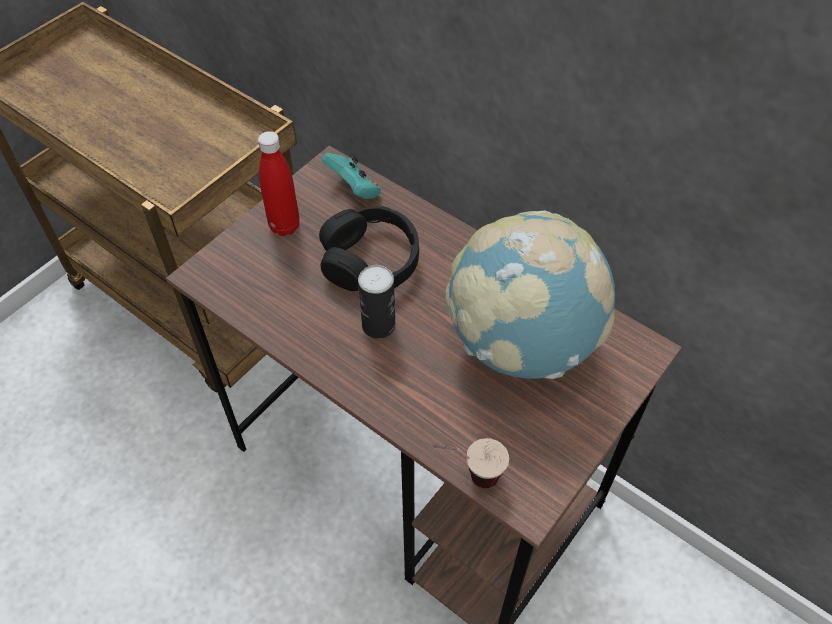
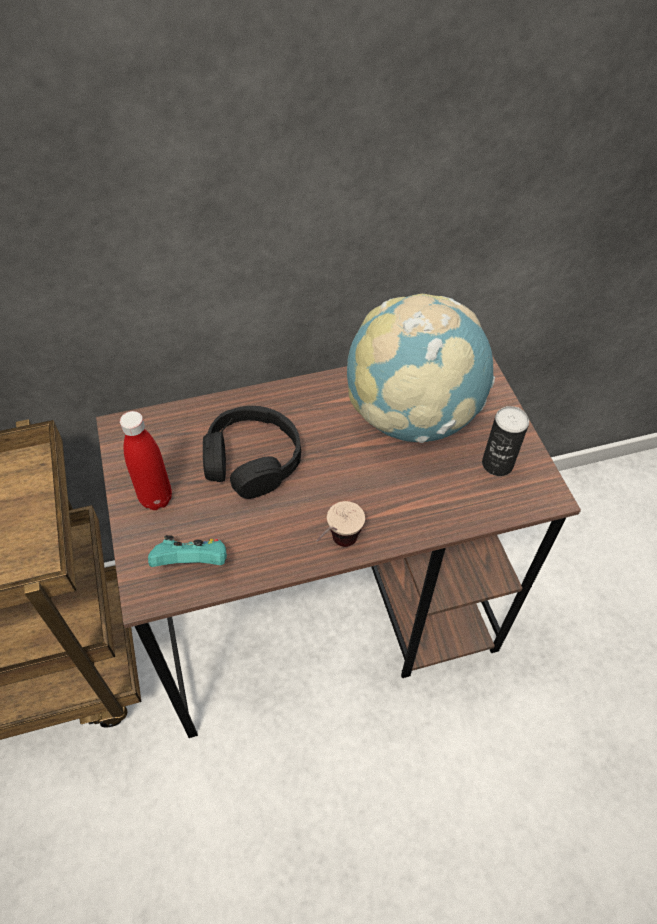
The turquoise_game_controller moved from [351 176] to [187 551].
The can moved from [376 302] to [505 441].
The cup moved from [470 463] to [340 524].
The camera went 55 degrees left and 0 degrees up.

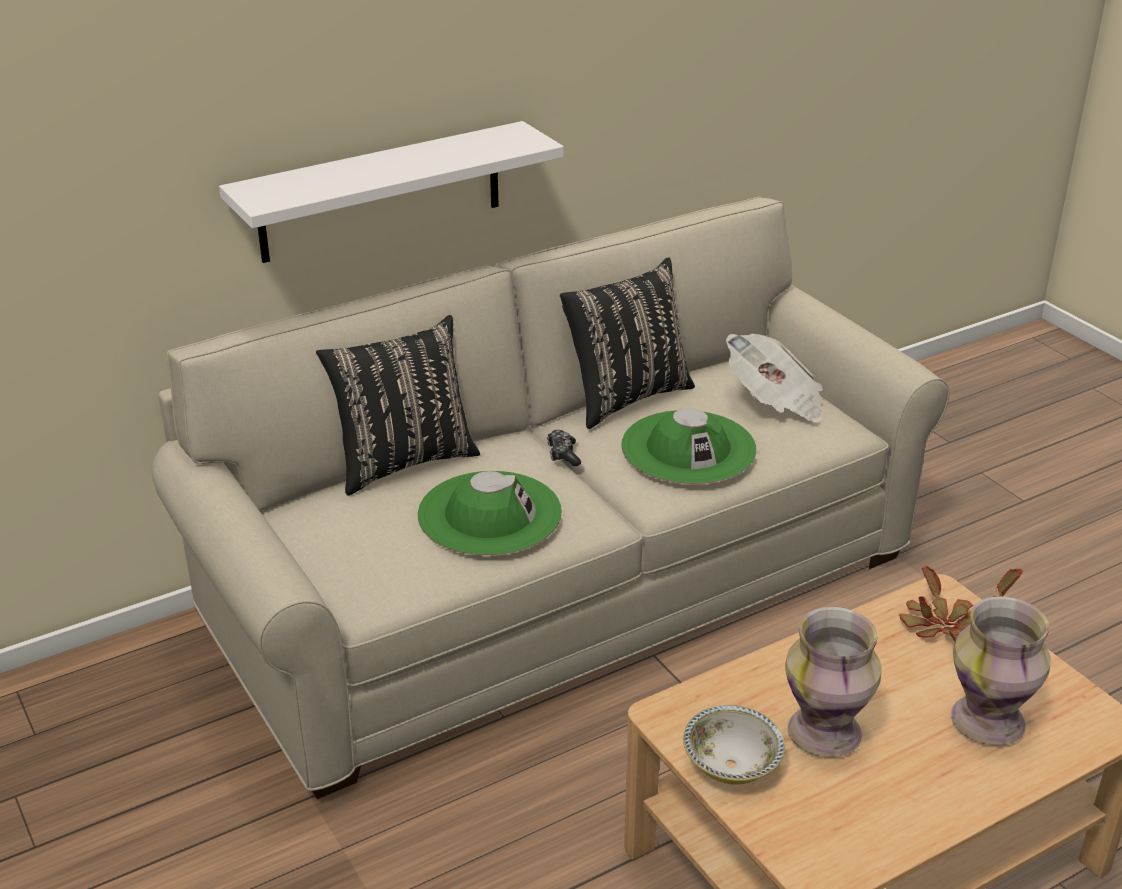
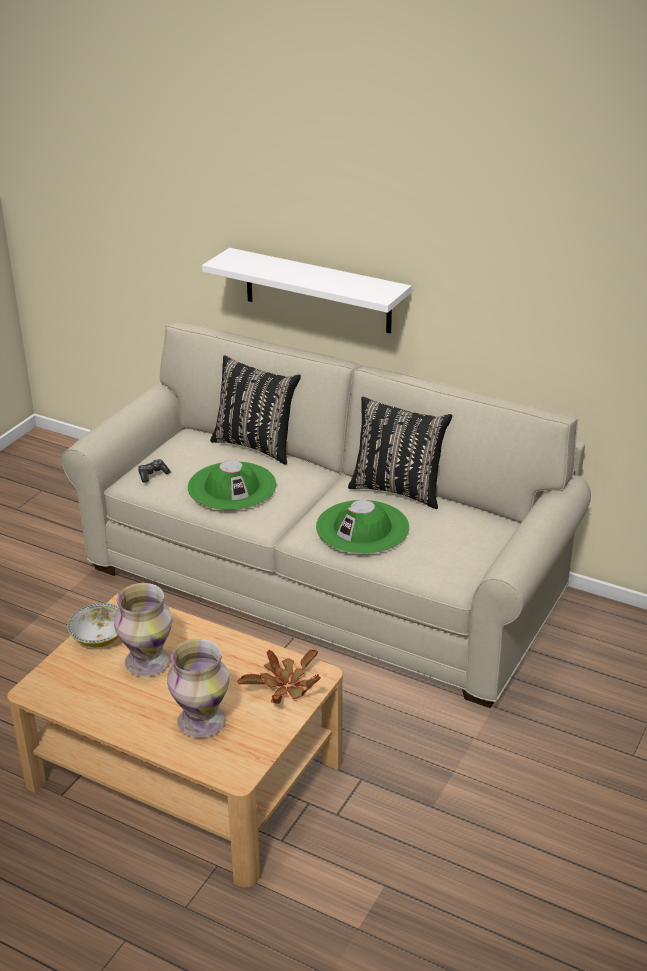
The newspaper at [774 378] disappeared.
The game_controller moved from [564 448] to [154 471].
The camera went 60 degrees right and 0 degrees up.

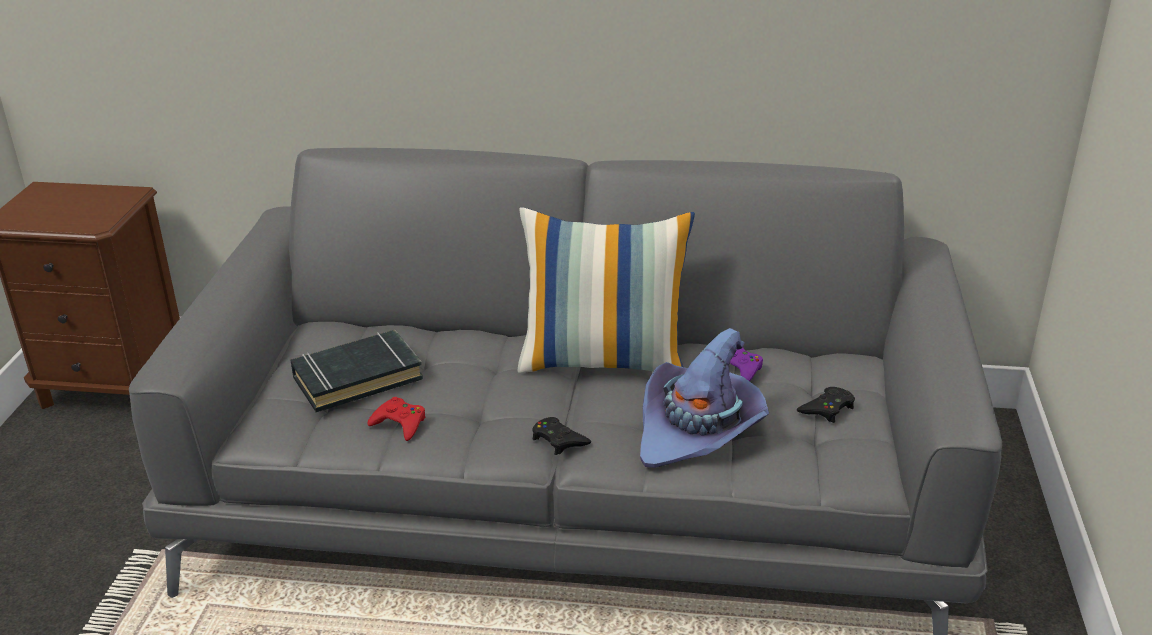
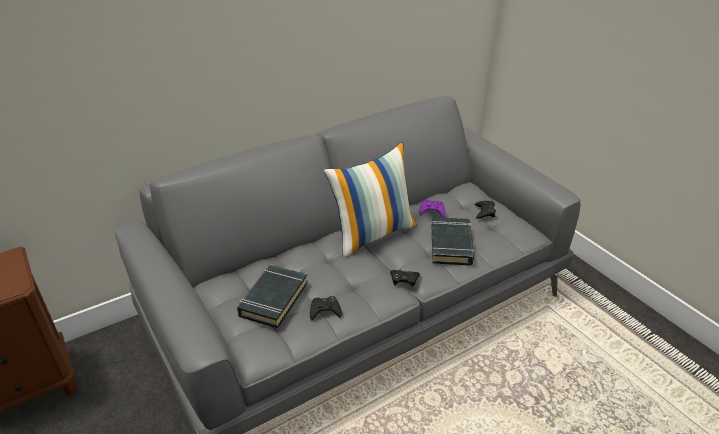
The purple_hat at [704 398] was replaced by the black_book at [453 241].
The red_game_controller at [396 419] became the black_game_controller at [326 308].
The camera went 40 degrees left and 5 degrees up.

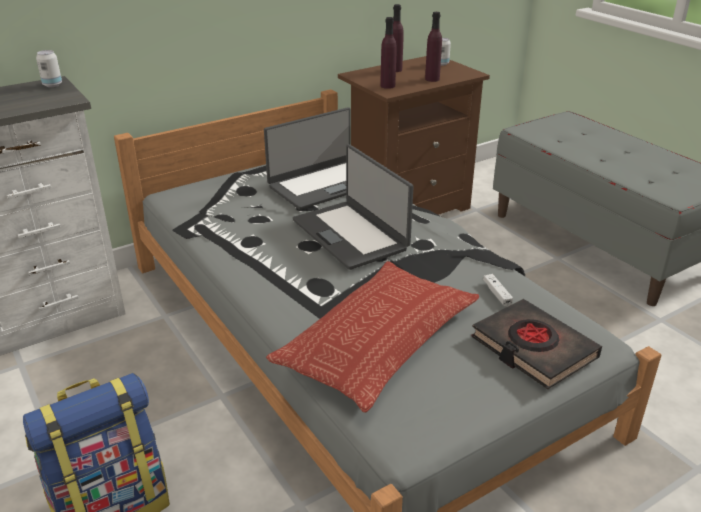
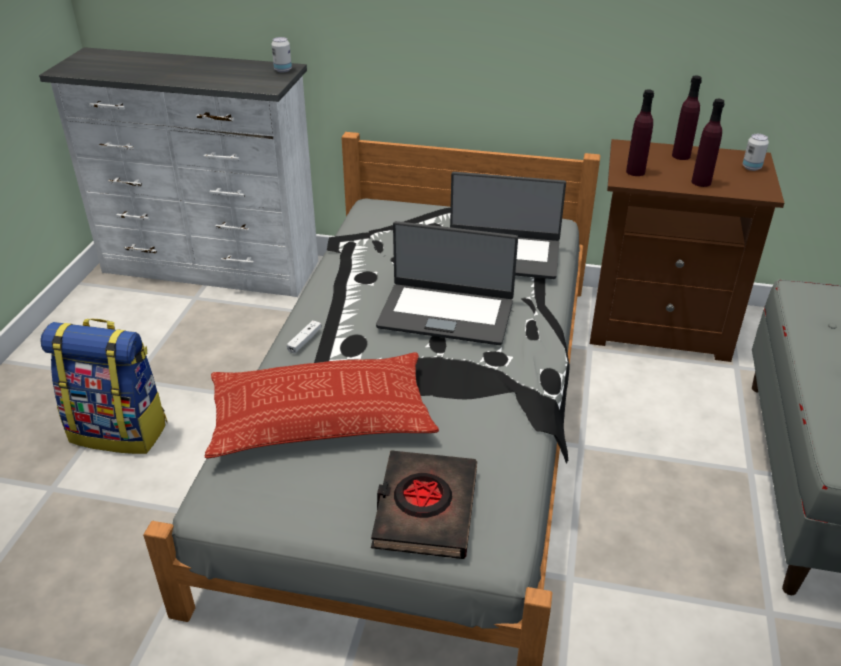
The laptop at [353 207] turned 90 degrees counterclockwise.
The white_game_controller moved from [498 290] to [304 337].
The camera went 45 degrees right and 5 degrees up.

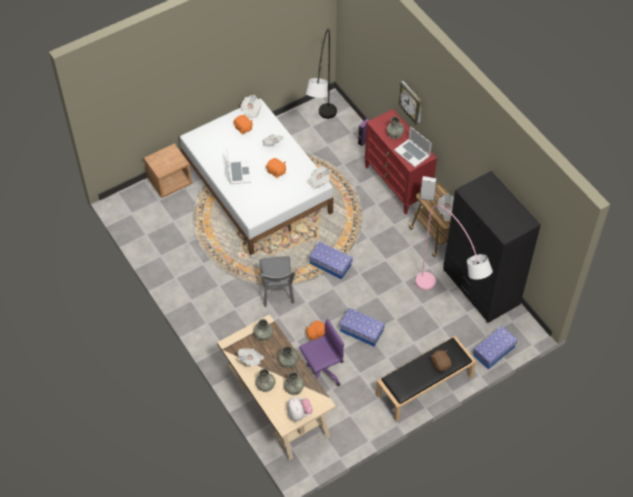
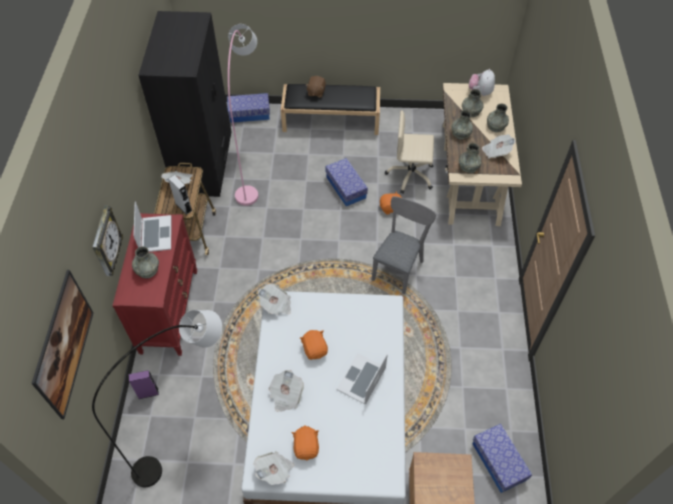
The storage_box moved from [331 260] to [502 458].
The purple_office_chair at [321 353] became the beige_office_chair at [409 152].
The picture at [62 344] appeared.
The camera went 145 degrees left and 0 degrees up.

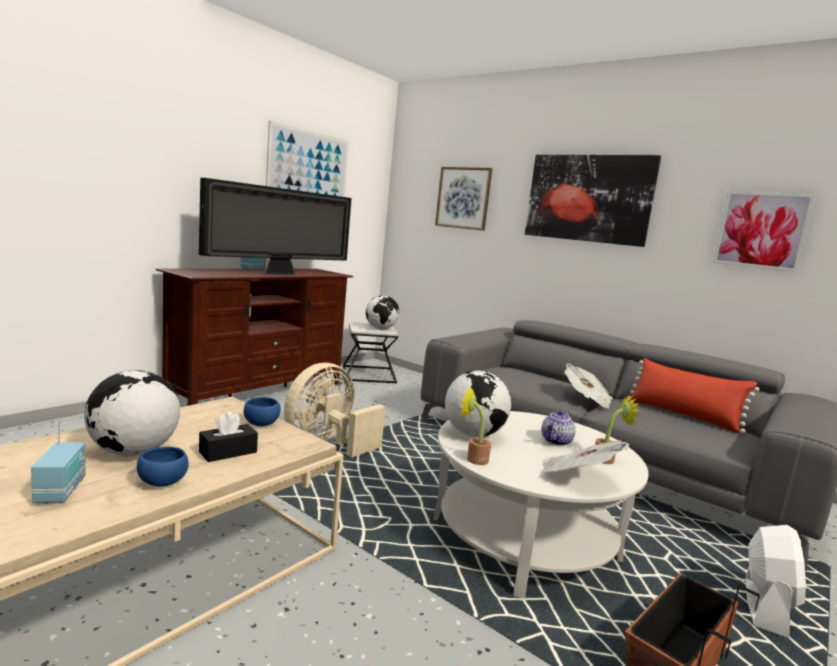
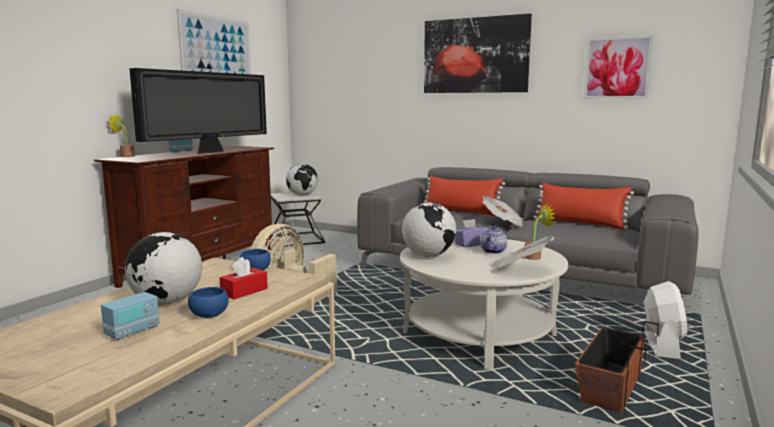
The picture at [463 199] disappeared.
The potted_plant moved from [475 425] to [121 136].
The black_tissue_box at [228 436] became the red_tissue_box at [244 278].
The radio at [58 461] turned 60 degrees clockwise.
The red_pillow at [464 195] appeared.
The purple_tissue_box at [472 233] appeared.
The camera went 10 degrees left and 0 degrees up.

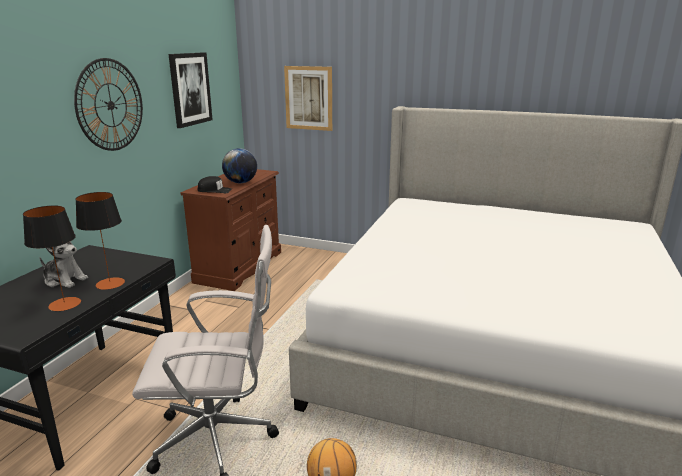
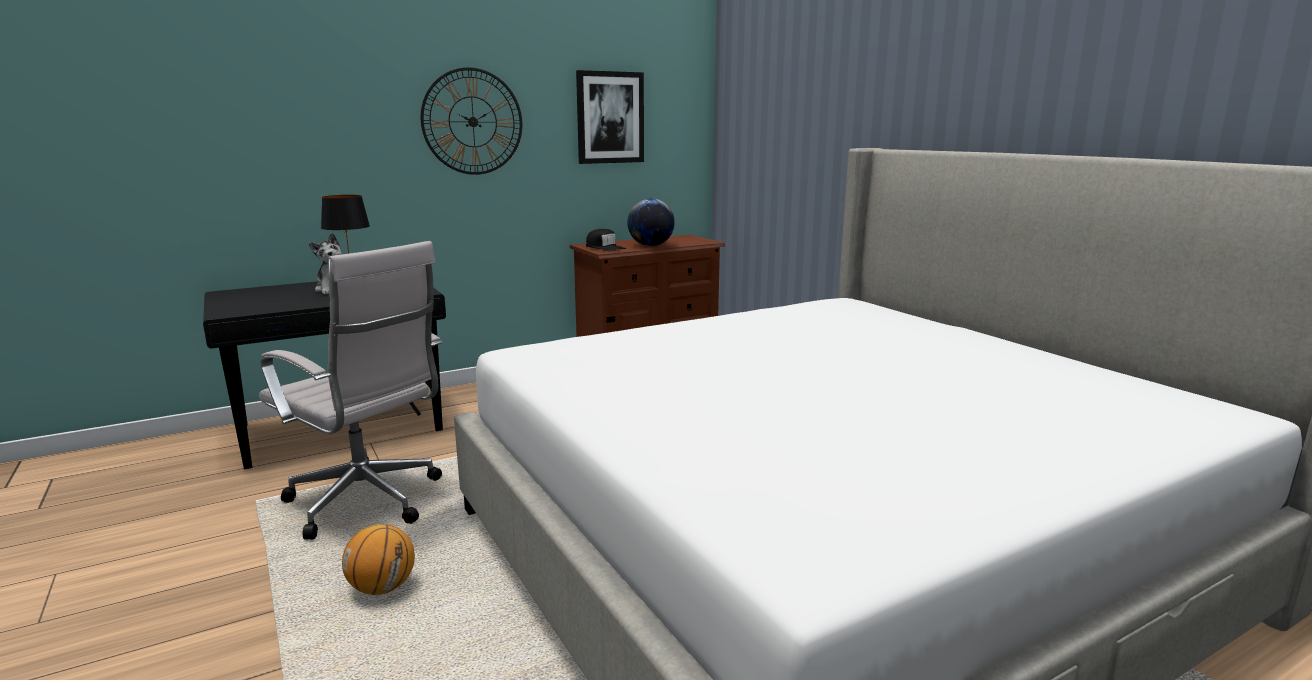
The picture at [308 98] disappeared.
The table_lamp at [52 259] disappeared.
The camera went 40 degrees right and 5 degrees down.

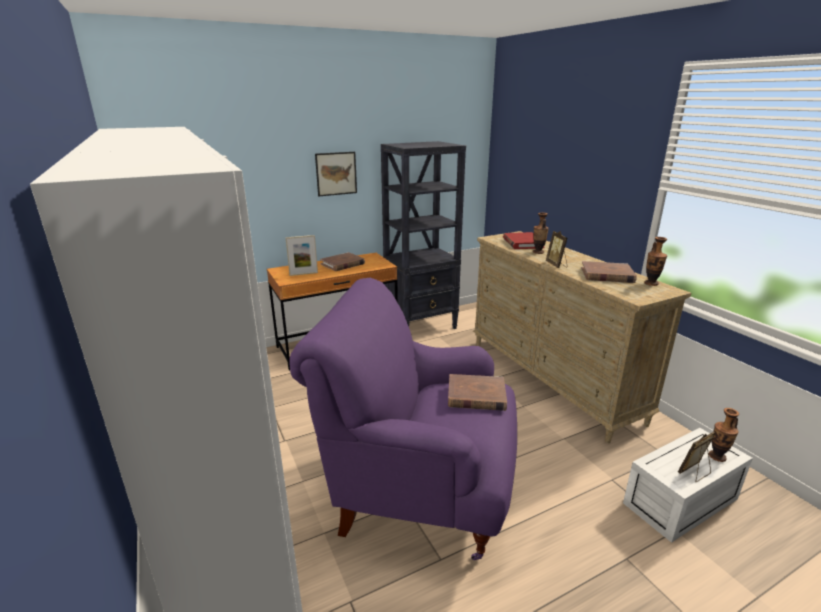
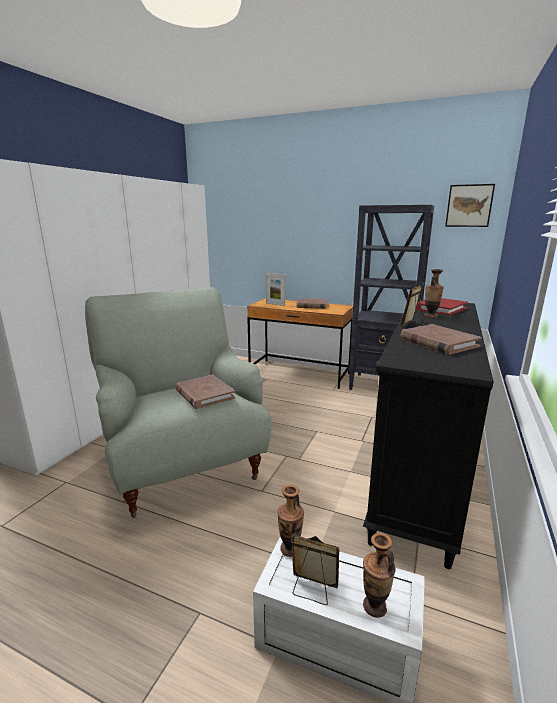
The picture moved from [336 174] to [470 205].
The beige_dresser at [582 337] became the black_dresser at [428 434].
The vase moved from [655 261] to [290 521].
The purple_armchair at [403 419] became the grey_armchair at [178 402].
The camera went 50 degrees right and 5 degrees down.

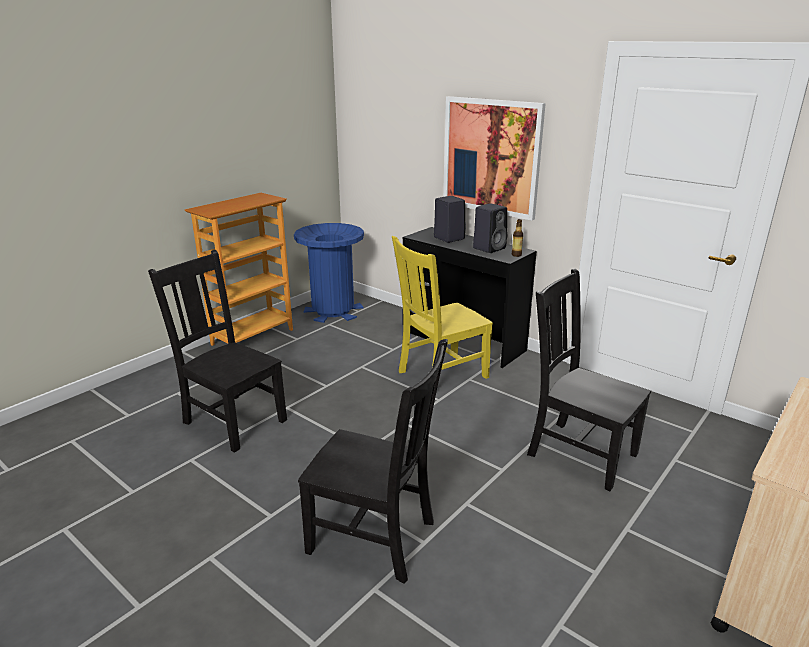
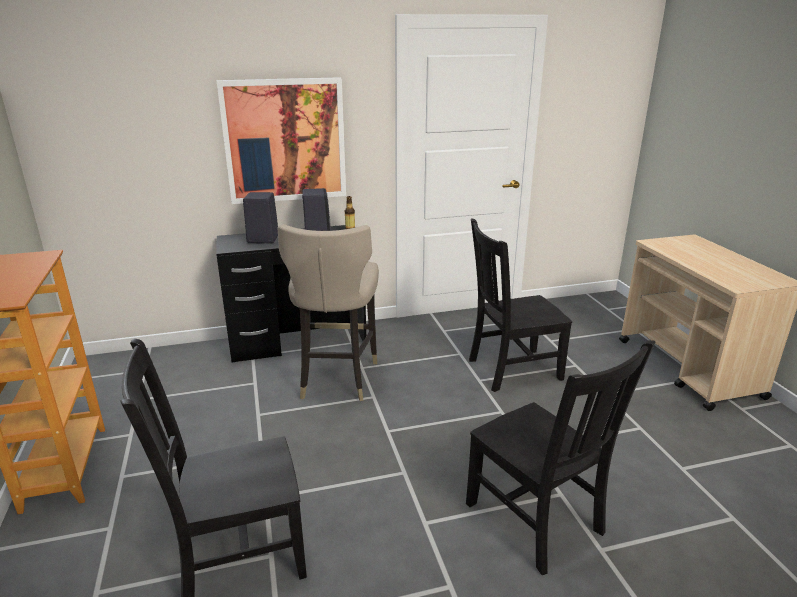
The blue_trash_can at [329 273] disappeared.
The yellow_chair at [442 307] was replaced by the beige_stool at [328 312].
The black_chair at [373 461] turned 90 degrees clockwise.
The camera went 55 degrees left and 0 degrees up.

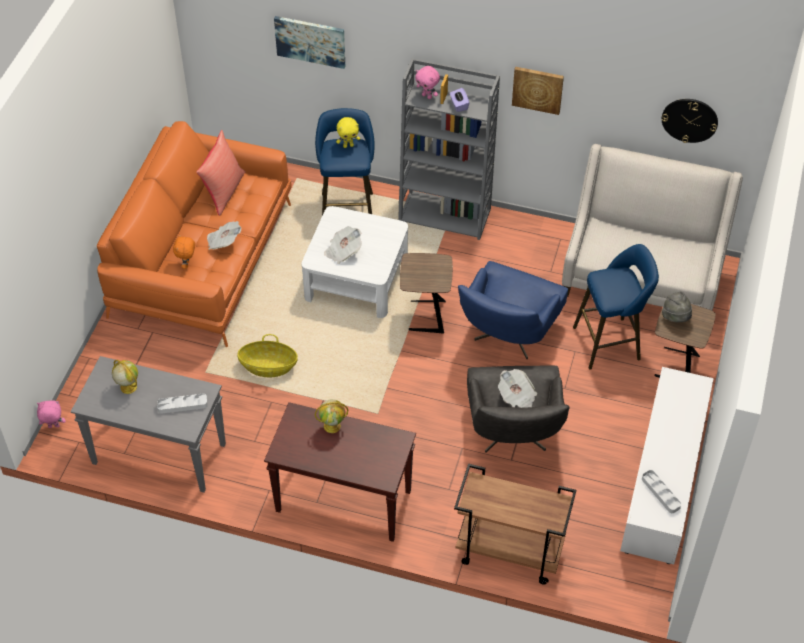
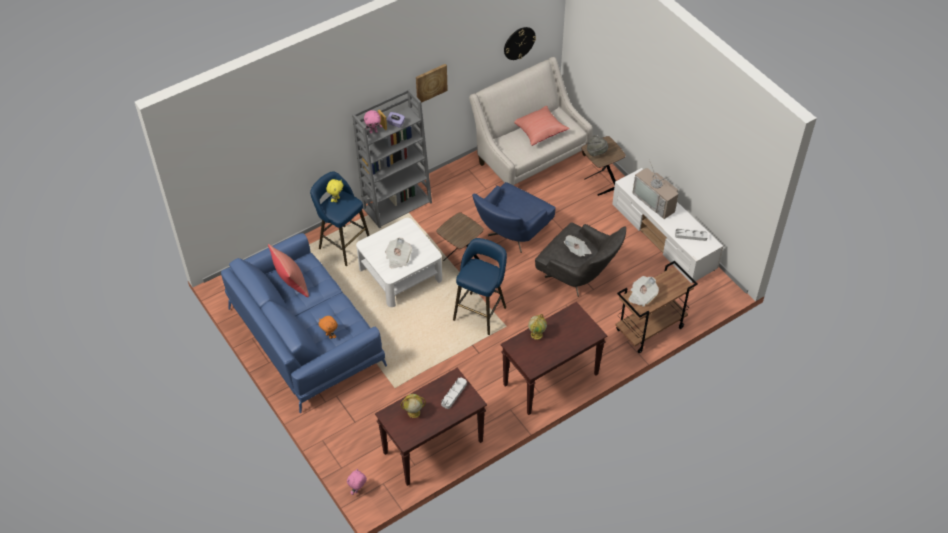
The picture at [309 42] disappeared.
The orange_sofa at [194 234] became the blue_sofa at [304 323].
The newspaper moved from [224 235] to [643 291].
The blue_stool moved from [616 306] to [480 286].
The blue_armchair at [513 310] turned 60 degrees clockwise.
The basket at [267 355] disappeared.
The grey_console_table at [148 424] became the brown_console_table at [431 427].
The red_pillow at [542 126] appeared.
The television at [656 189] appeared.
The camera went 50 degrees left and 0 degrees up.

